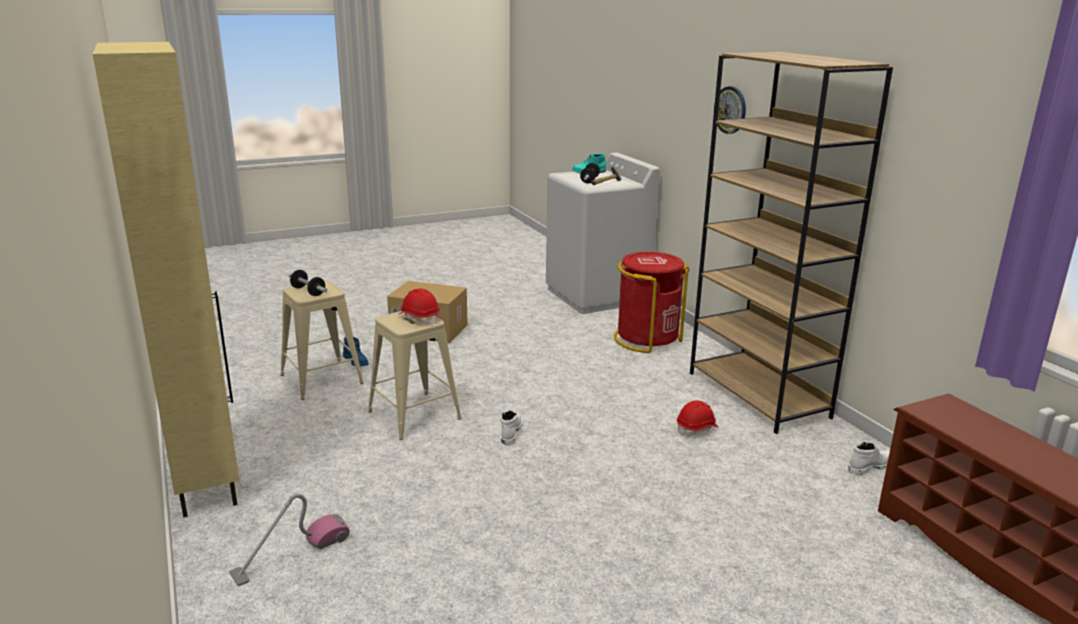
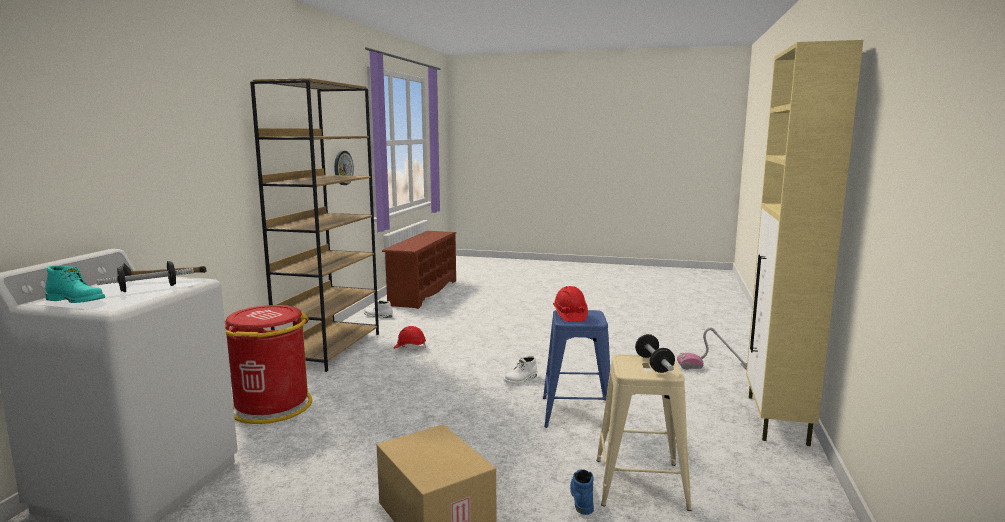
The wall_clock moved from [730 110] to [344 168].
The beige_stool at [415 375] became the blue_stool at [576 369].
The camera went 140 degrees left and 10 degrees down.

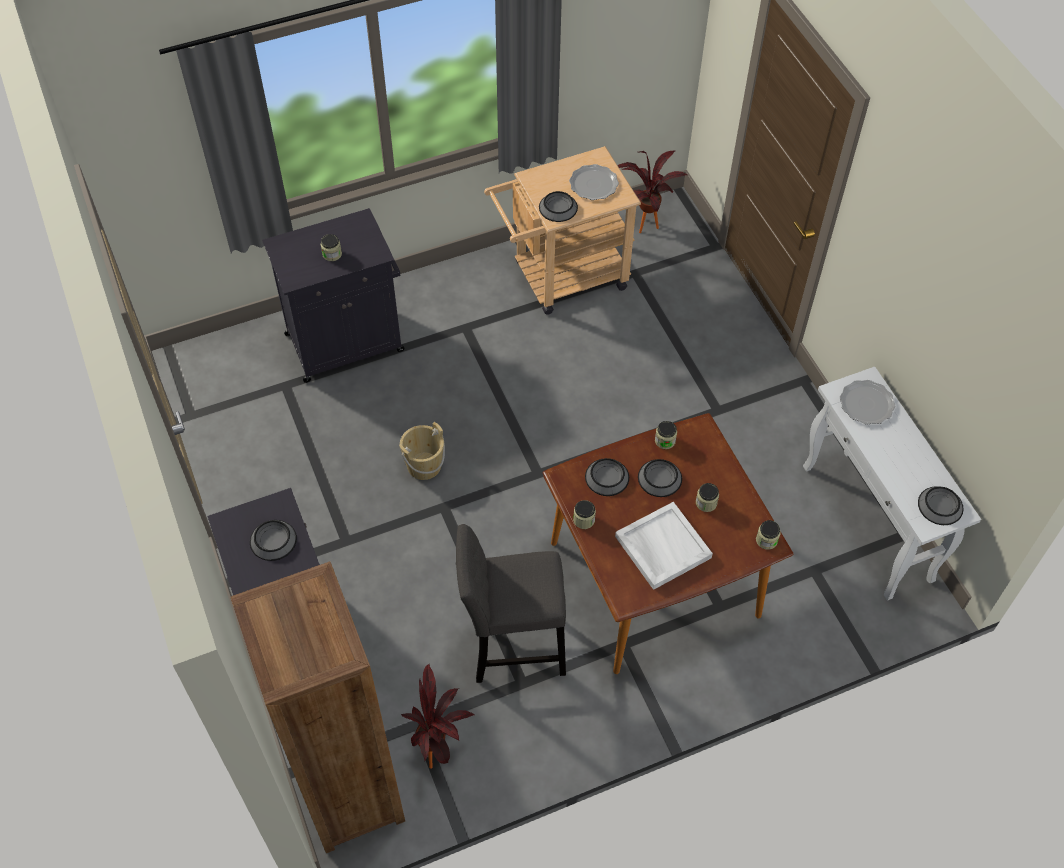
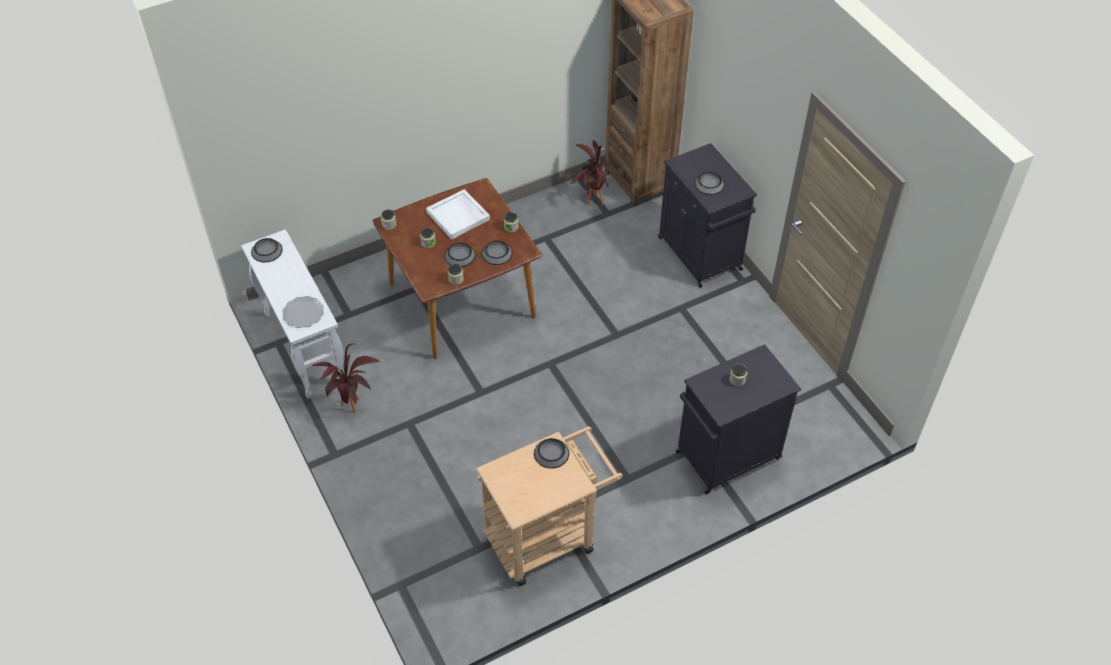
The potted_plant moved from [652 192] to [345 378].
The plate at [594 182] disappeared.
The beige_bucket at [422 451] disappeared.
The grey_stool at [511 603] disappeared.
The camera went 175 degrees right and 5 degrees down.

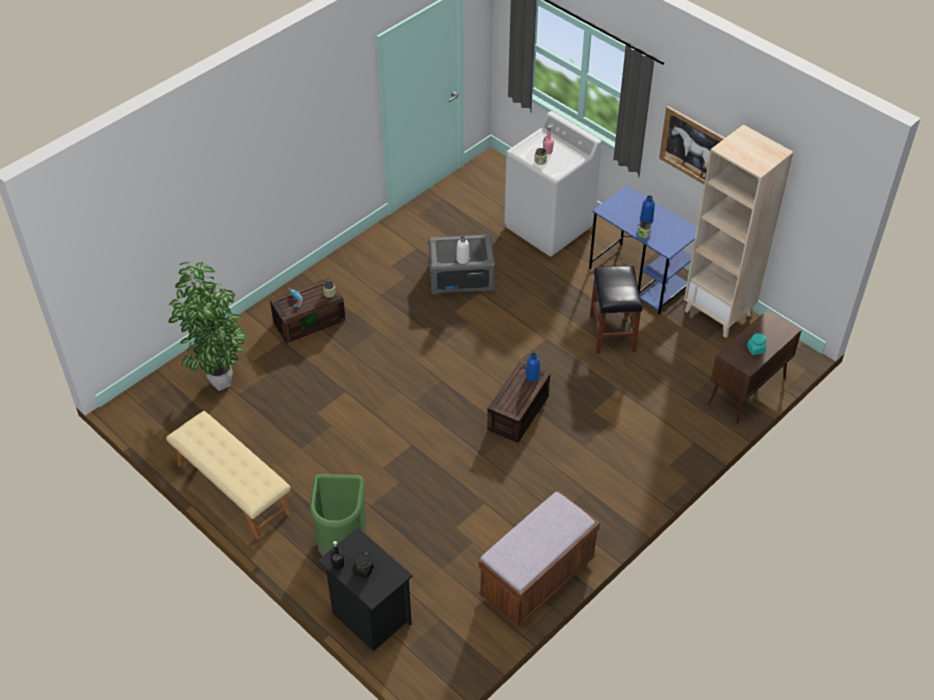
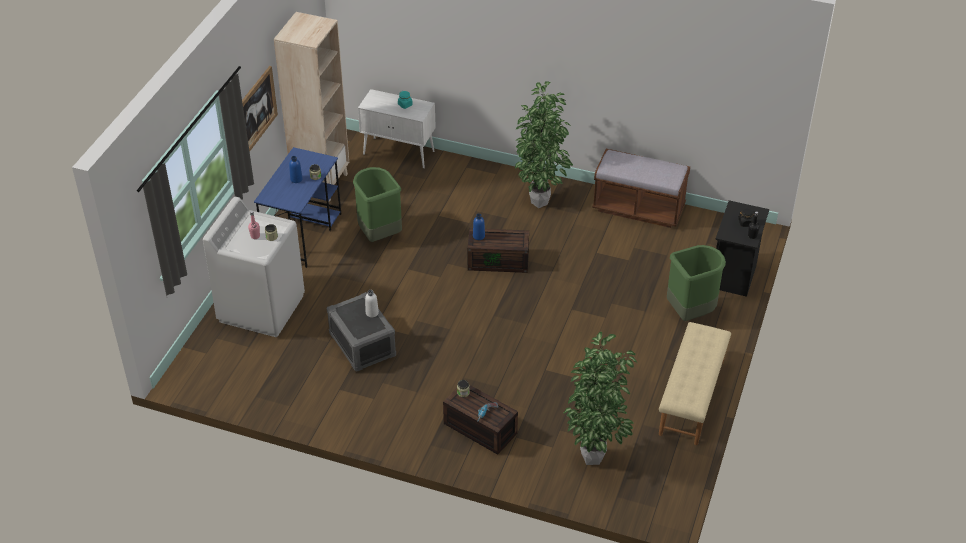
The black_stool at [616 310] was replaced by the green_trash_can at [377 204].
The brown_cabinet at [755 366] became the white_cabinet at [397 129].
The potted_plant at [544 144] appeared.
The camera went 115 degrees left and 5 degrees down.

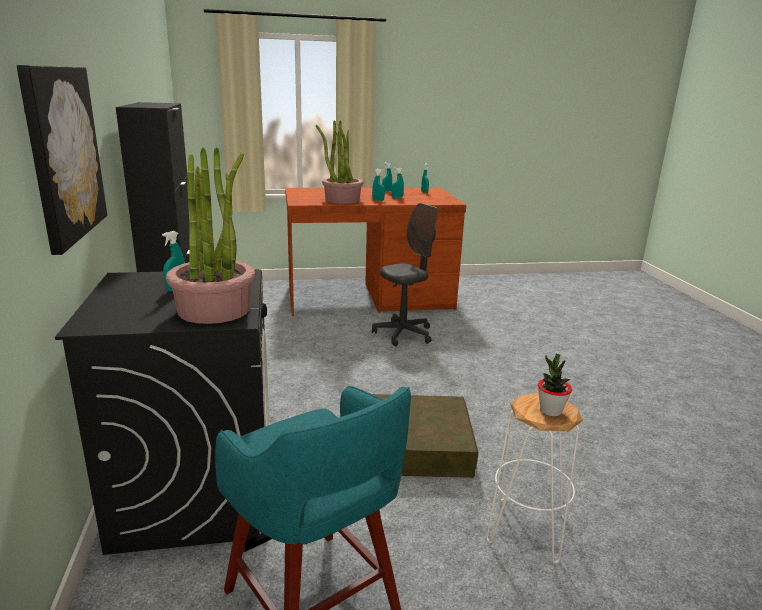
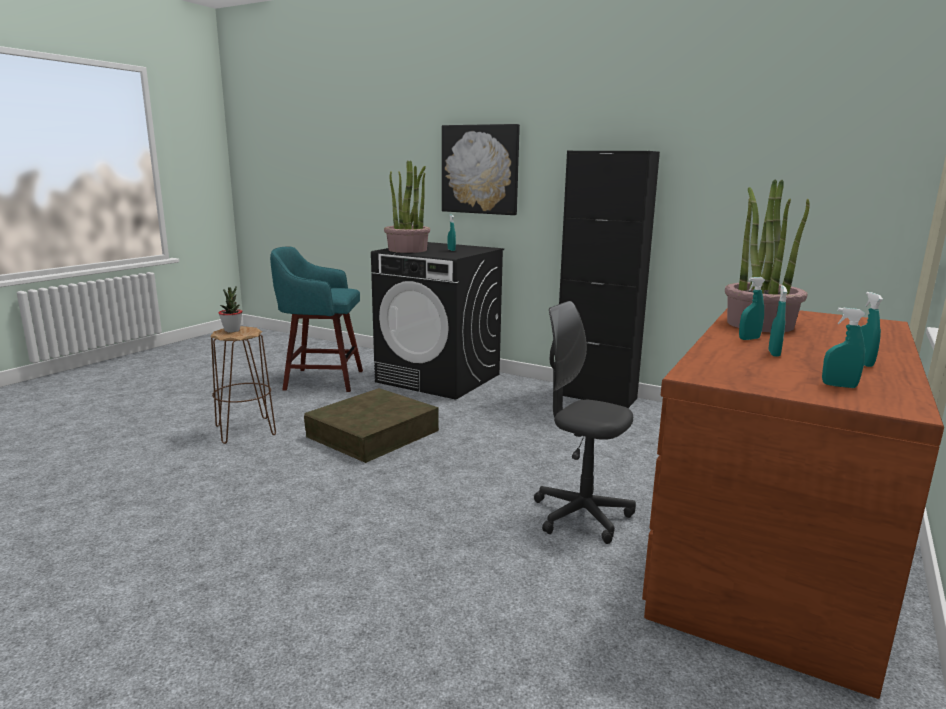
The grey_office_chair at [405 274] turned 120 degrees clockwise.
The white_stool at [534 478] became the brown_stool at [243 385].
The camera went 130 degrees right and 5 degrees down.

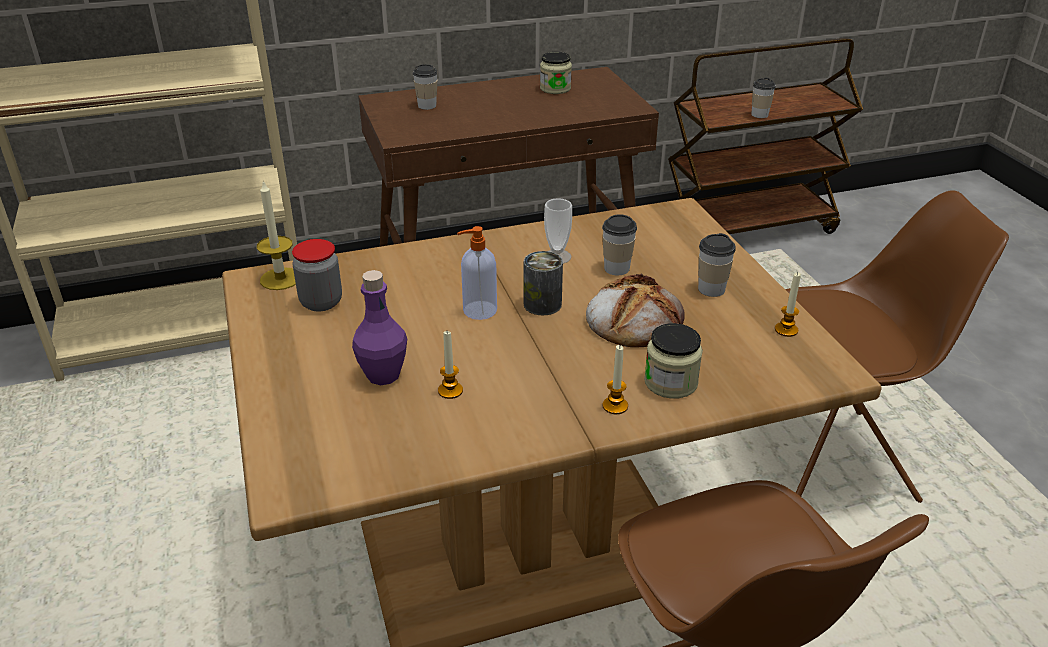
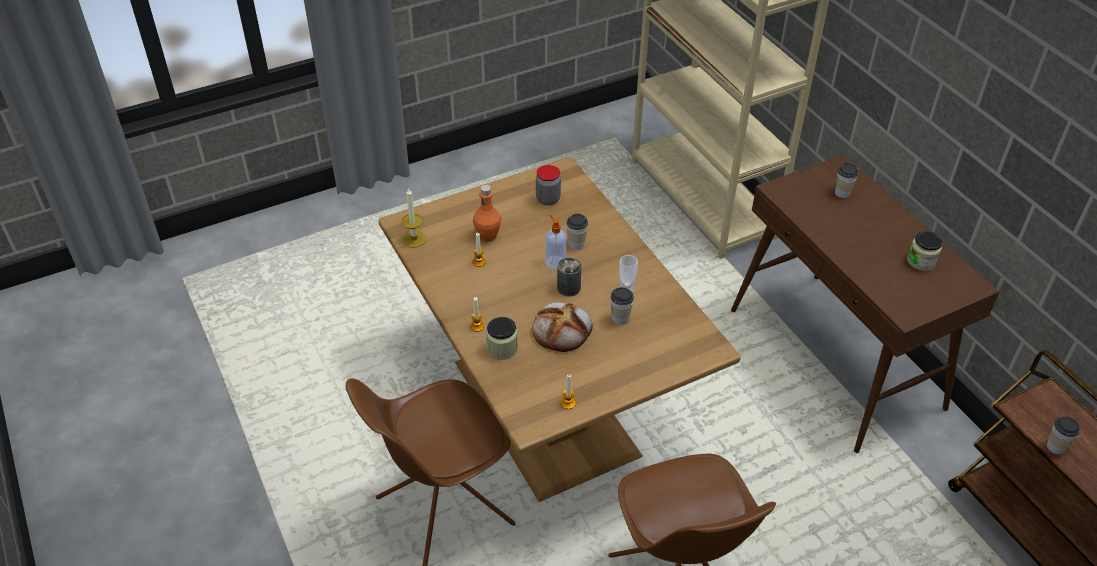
The candle moved from [276 235] to [414 217].
The cup moved from [717 265] to [577 232].
The purple_bottle at [379 327] became the orange_bottle at [487 213].
The camera went 80 degrees right and 10 degrees up.

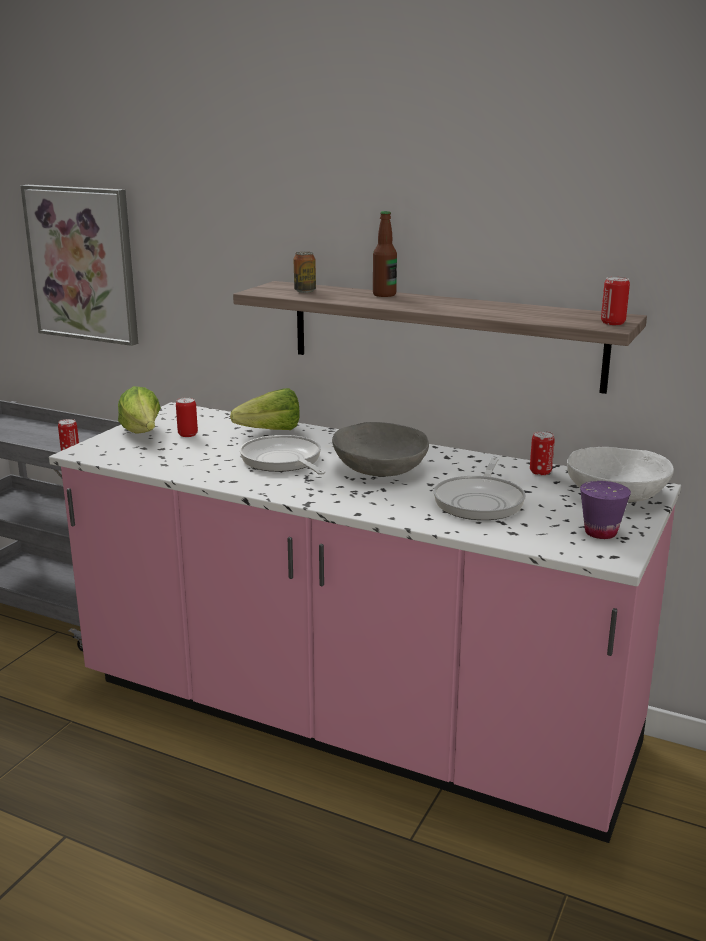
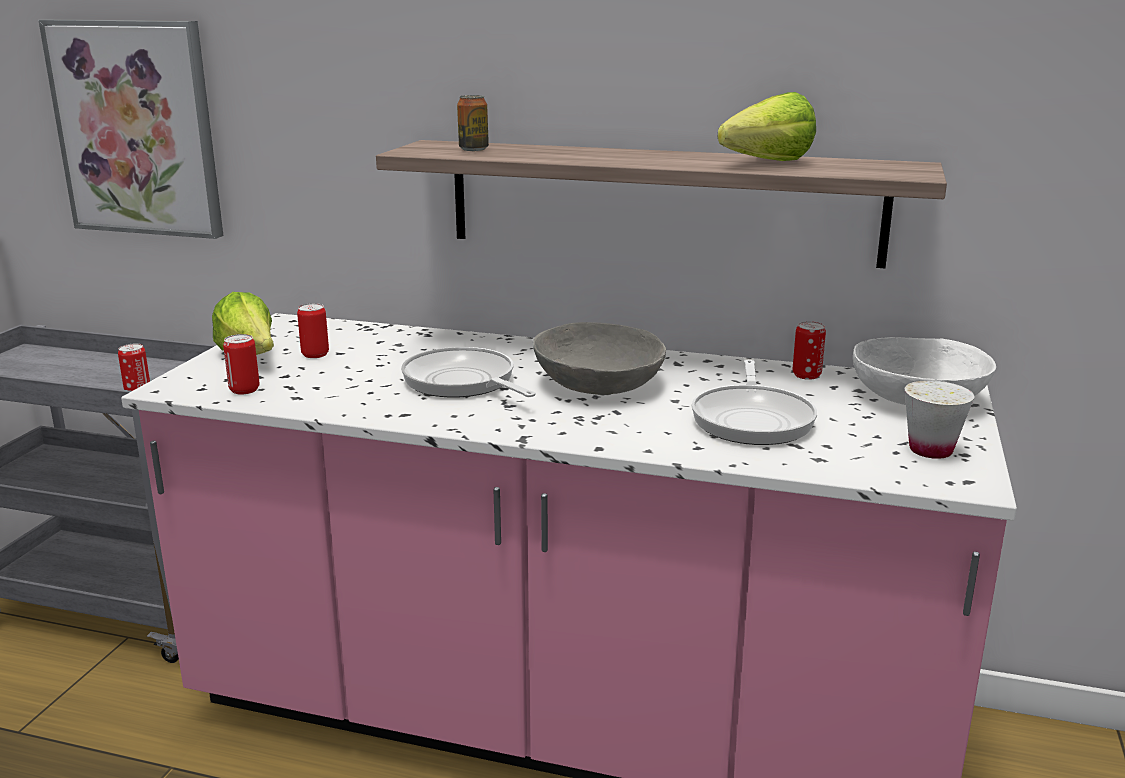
The bottle at [385 254] disappeared.
The can moved from [615 301] to [241 364].
The lettuce moved from [265 409] to [767 126].
The purple_cup at [605 510] became the white_cup at [939 419].
The camera went 10 degrees left and 0 degrees up.

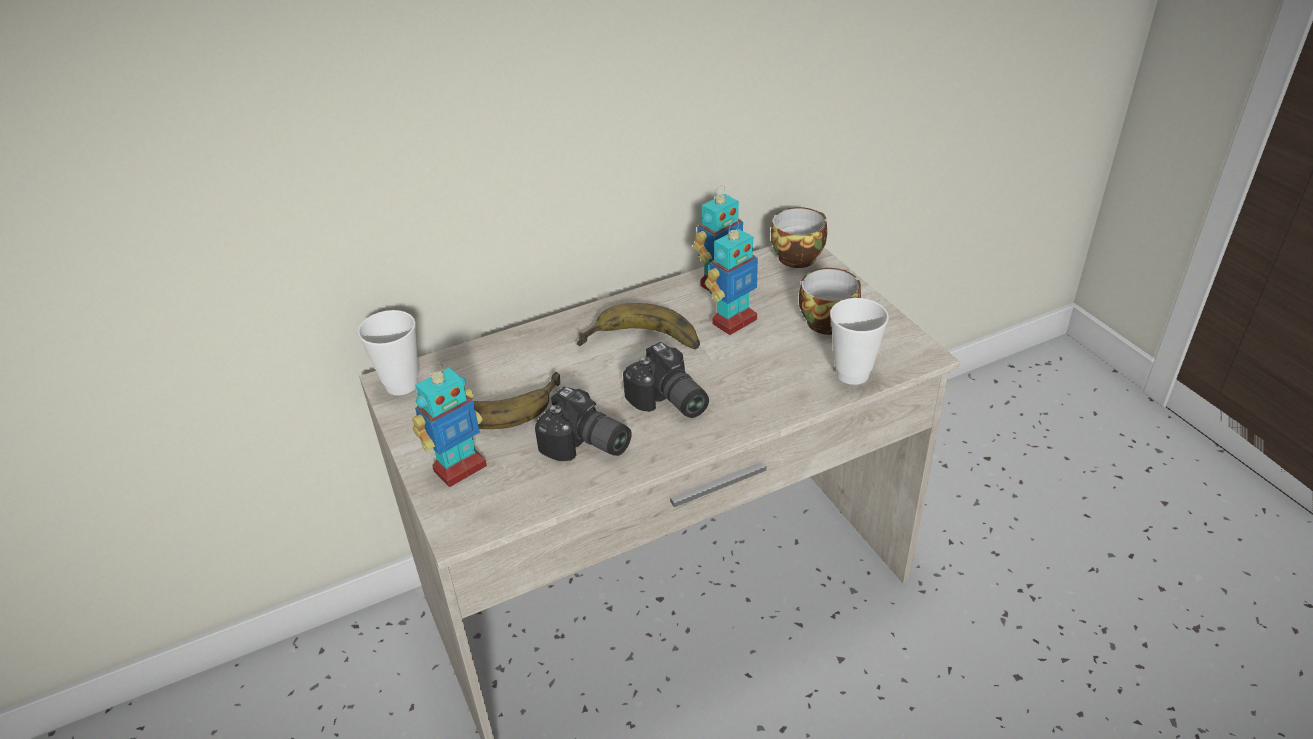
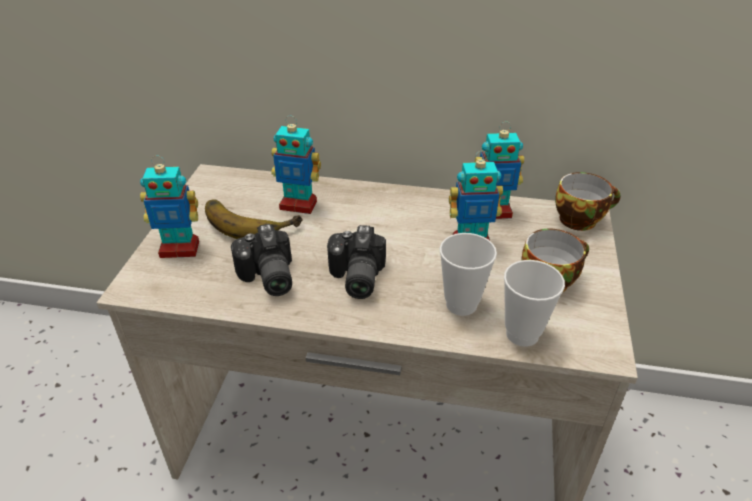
The banana at [638 326] disappeared.
The cup moved from [388 353] to [468 274].
The toy_robot at [296 165] appeared.
The camera went 35 degrees right and 0 degrees up.

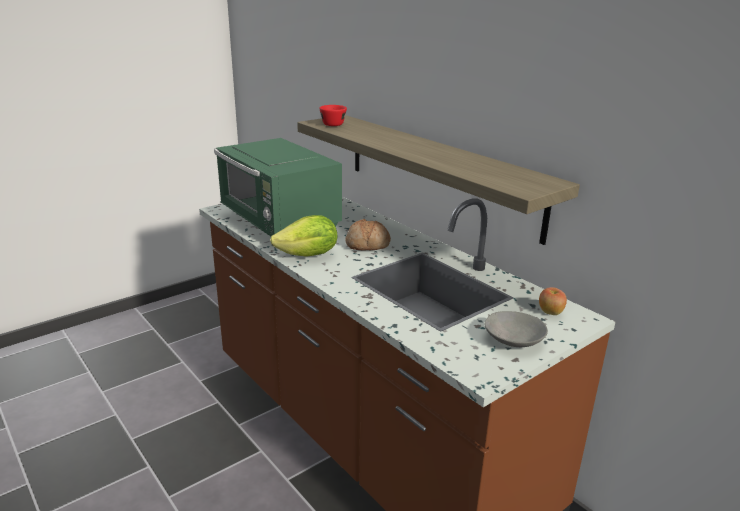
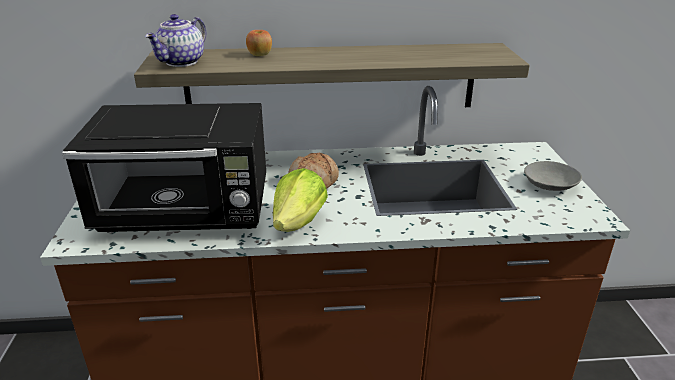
The red_cup at [333 115] was replaced by the teapot at [175 40].
The green_microwave at [278 187] became the black_microwave at [164 167].
The apple moved from [553 301] to [259 43].
The camera went 55 degrees left and 5 degrees up.

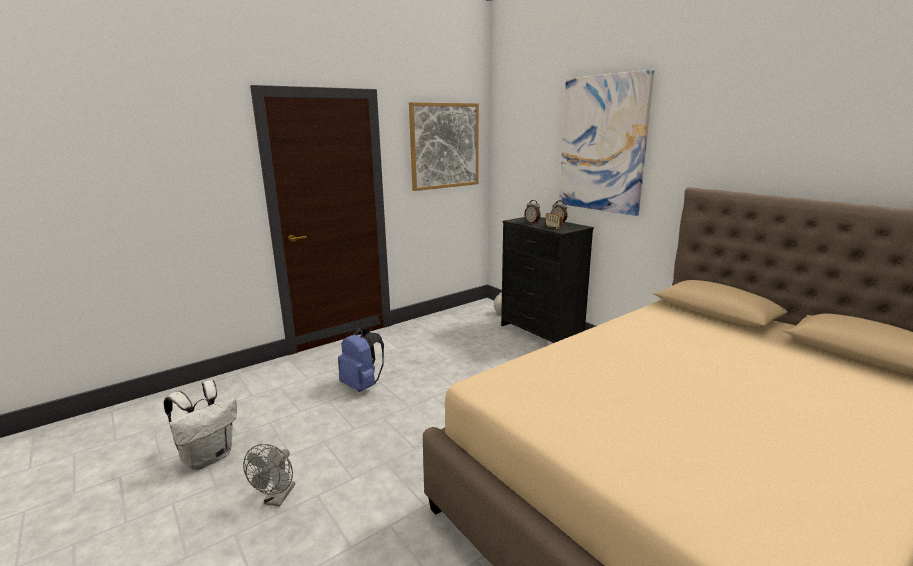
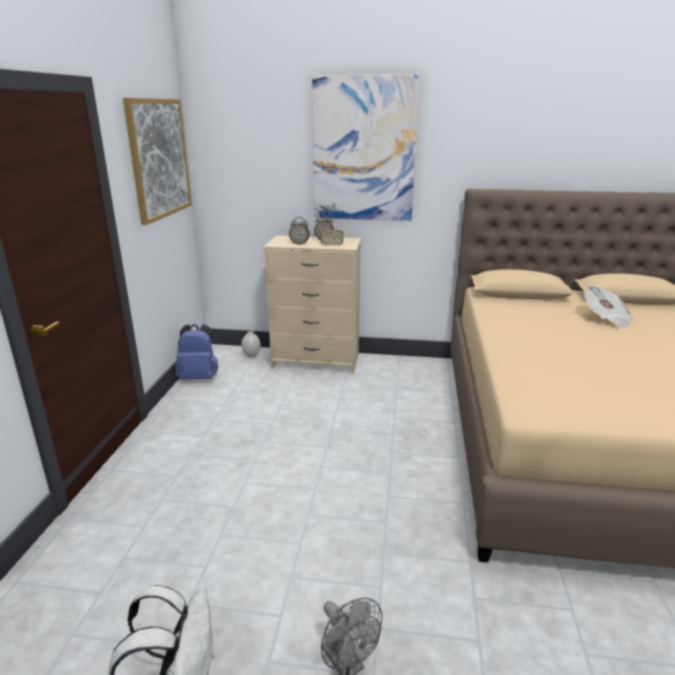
The black_dresser at [547 280] became the beige_dresser at [312 304].
The blue_backpack moved from [361 360] to [196 352].
The newspaper at [609 307] appeared.
The camera went 45 degrees left and 5 degrees up.

